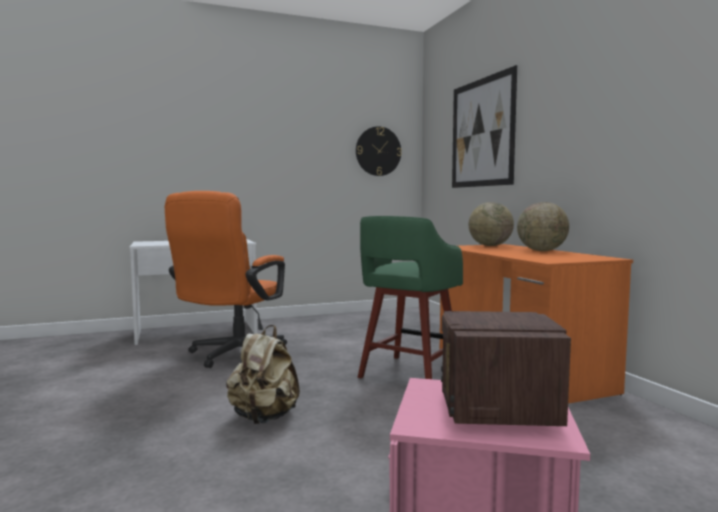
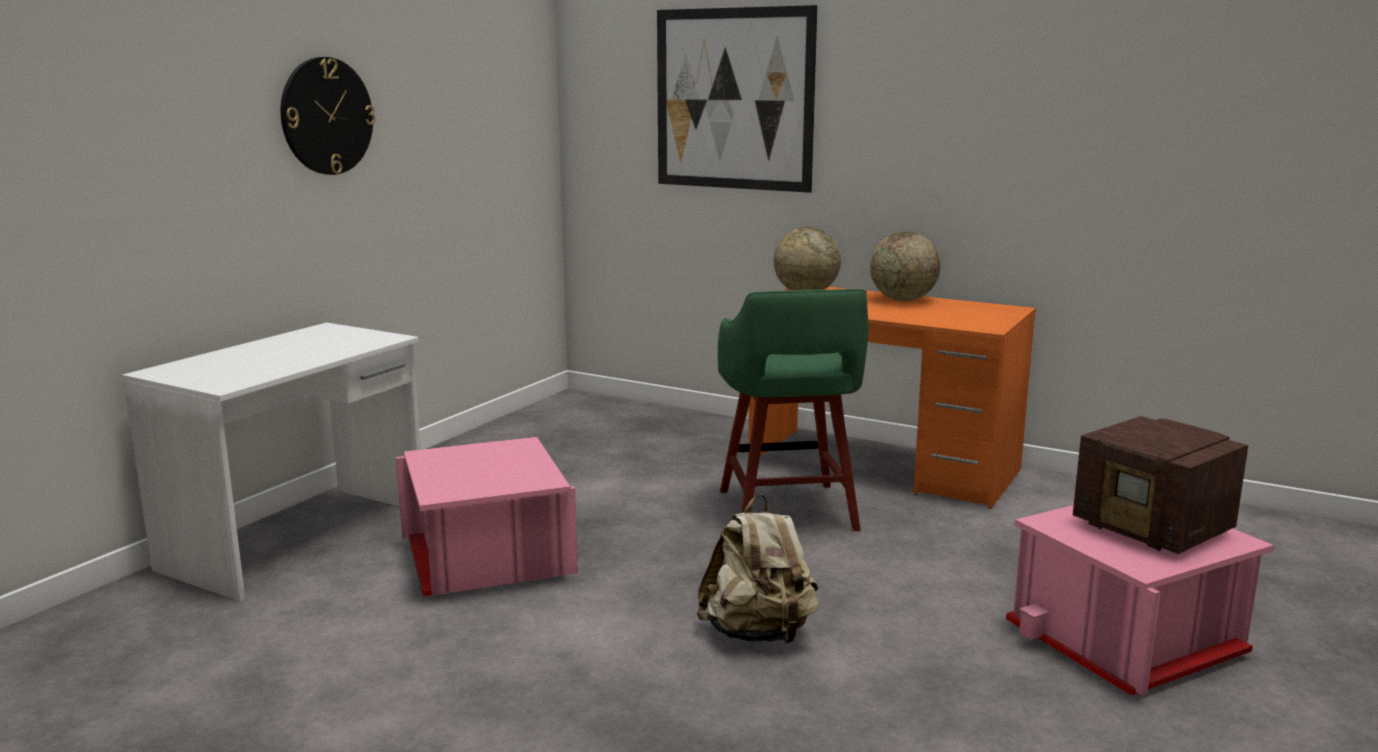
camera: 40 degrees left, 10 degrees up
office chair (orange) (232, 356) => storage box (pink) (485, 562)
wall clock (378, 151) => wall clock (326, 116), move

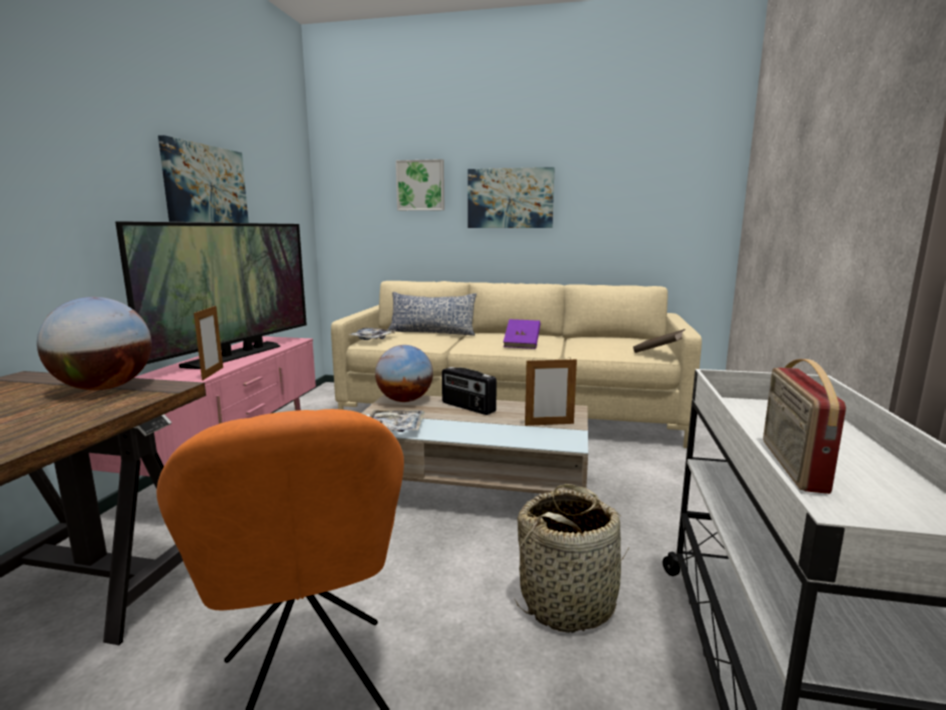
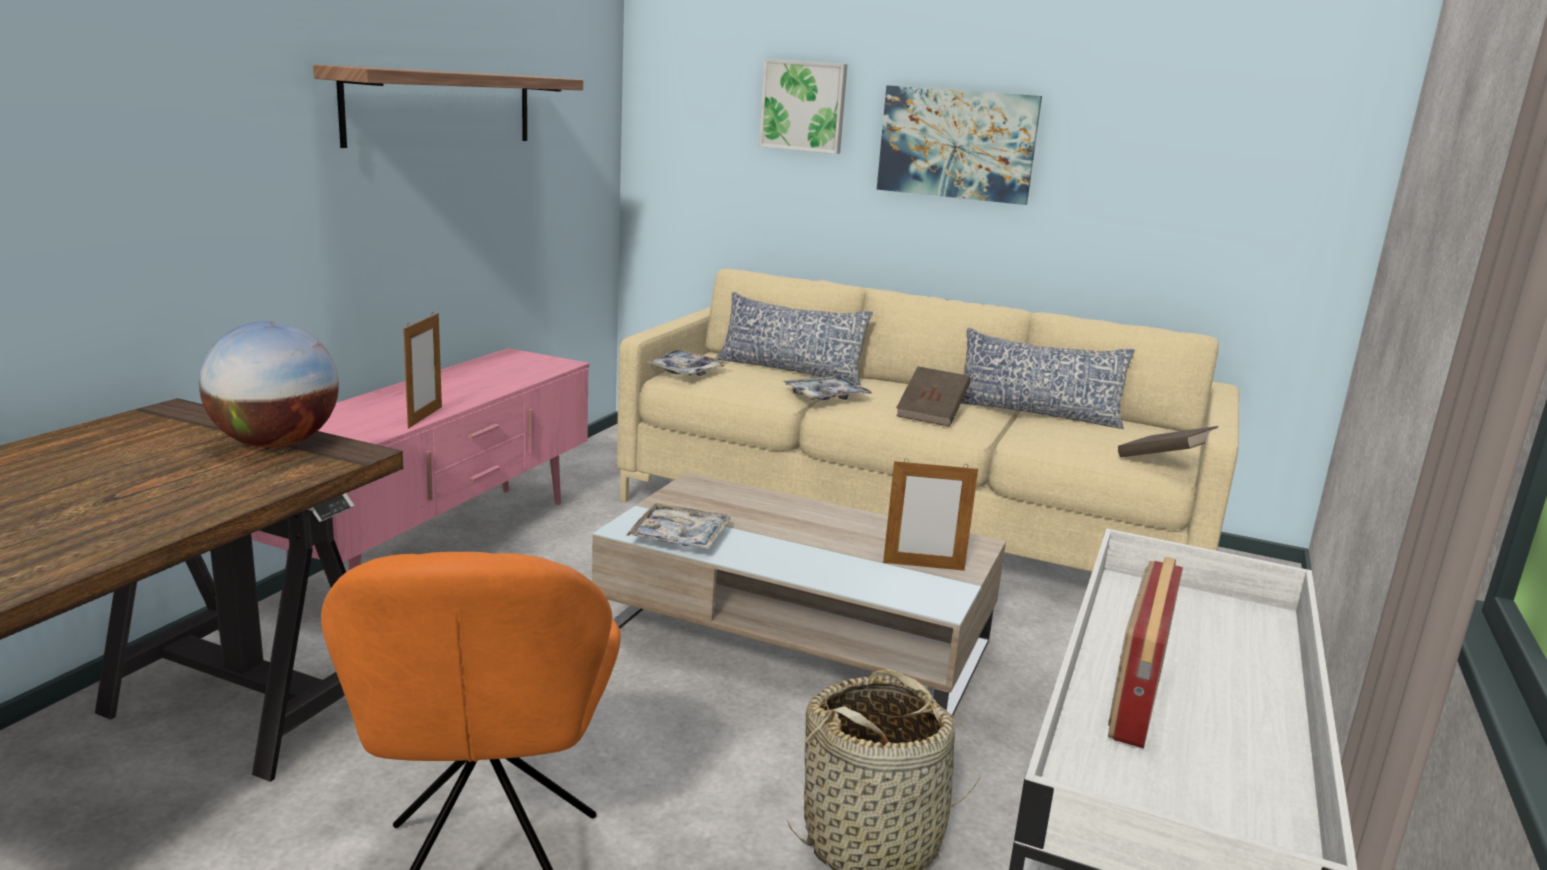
camera: 10 degrees right, 5 degrees up
television (235, 356) => nothing
picture (205, 184) => shelf (442, 107)
globe (405, 400) => nothing
radio (467, 407) => nothing
book (purple) (522, 344) => book (brown) (931, 414)
nothing => tray (826, 396)
nothing => pillow (1036, 412)

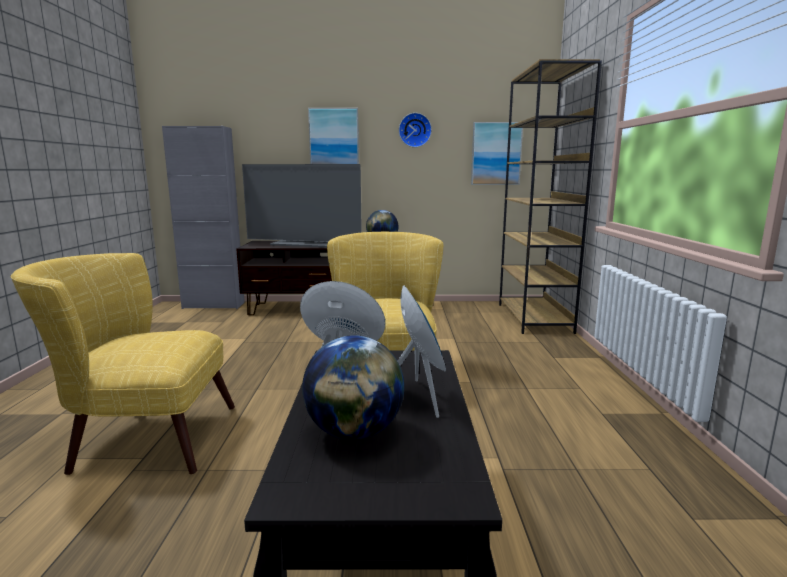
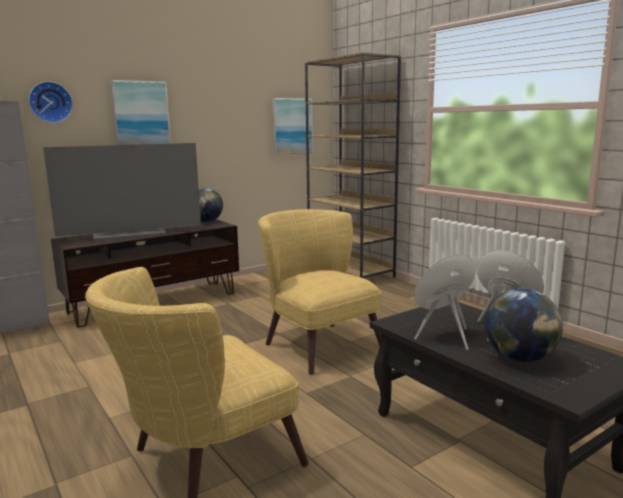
camera: 35 degrees left, 0 degrees up
wall clock (415, 130) => wall clock (50, 102), move

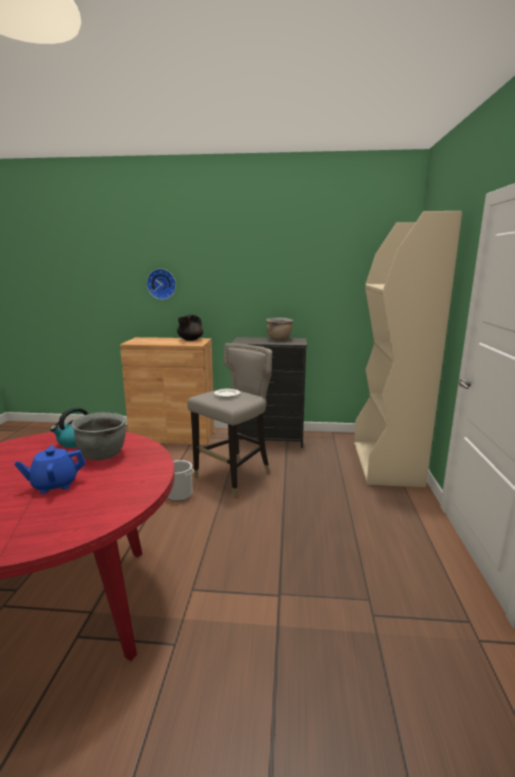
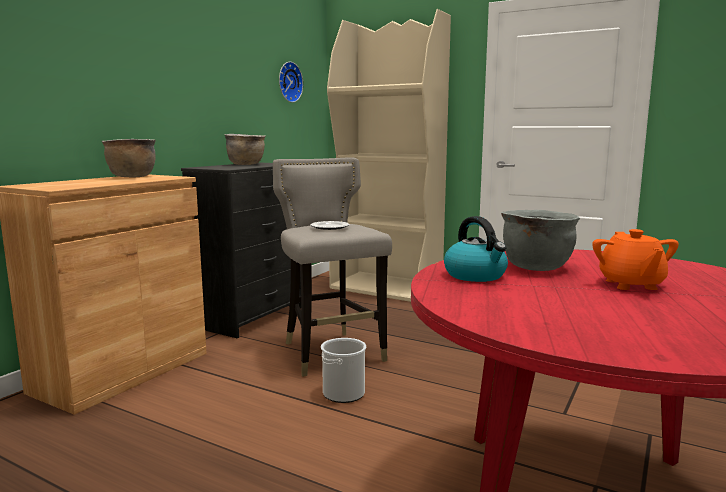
camera: 65 degrees left, 5 degrees down
teapot (blue) (54, 484) => teapot (orange) (631, 284)
wall clock (162, 284) => wall clock (288, 82), move
teapot (black) (190, 340) => cooking pot (brown) (131, 177)

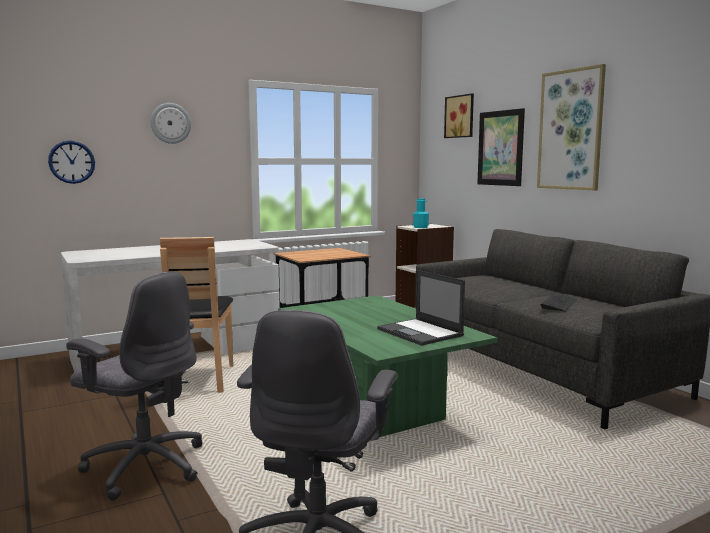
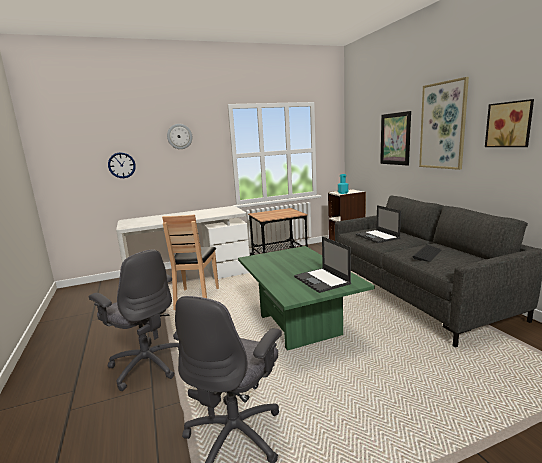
camera: 10 degrees right, 5 degrees up
picture (460, 116) => picture (509, 124), move
nothing => laptop (377, 237)

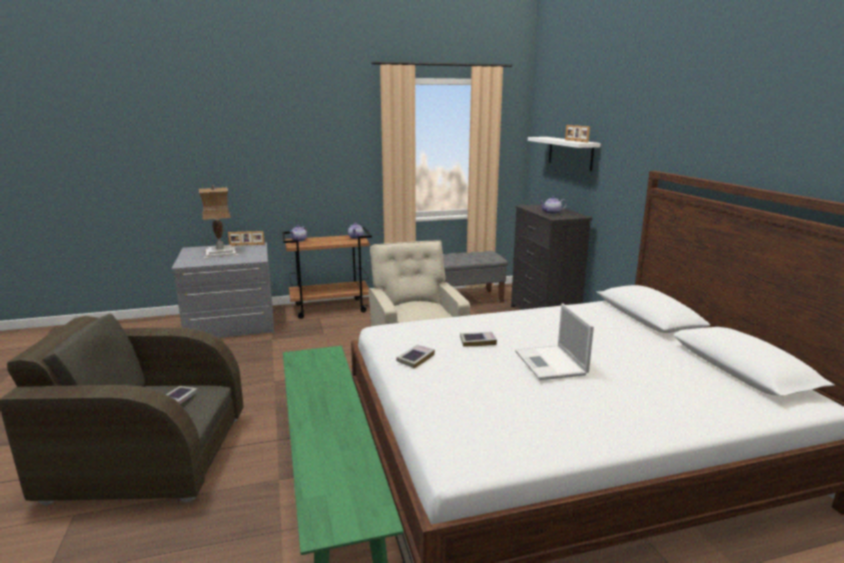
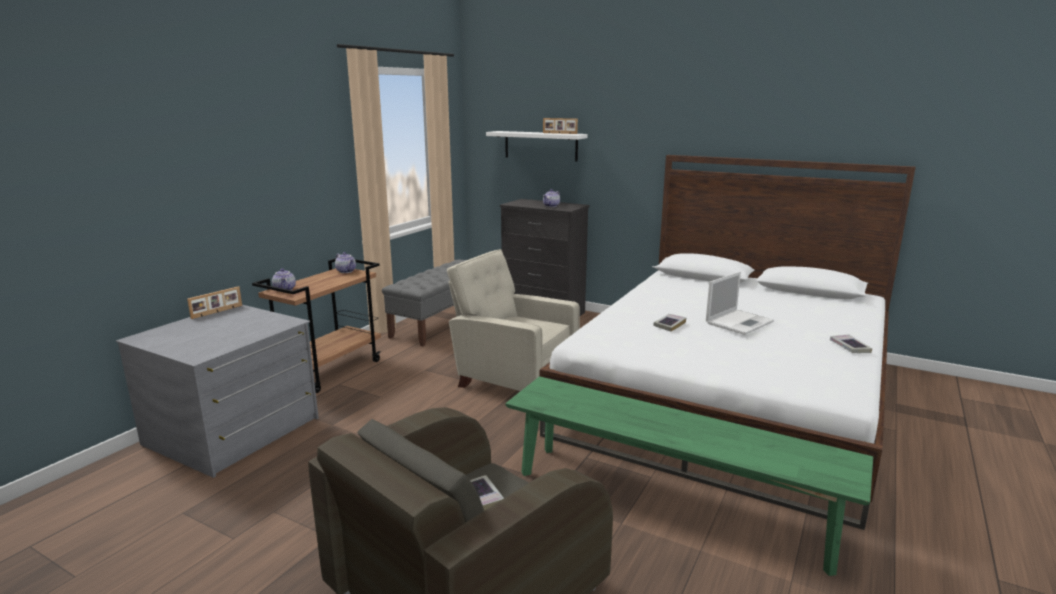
camera: 45 degrees left, 0 degrees up
table lamp (220, 252) => nothing
book (415, 359) => book (849, 347), move
laptop (551, 363) => laptop (739, 322), 75 degrees counterclockwise

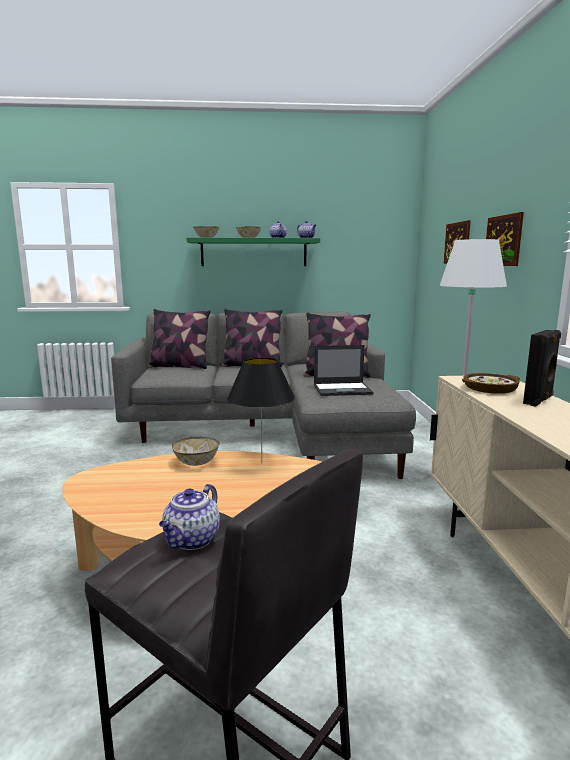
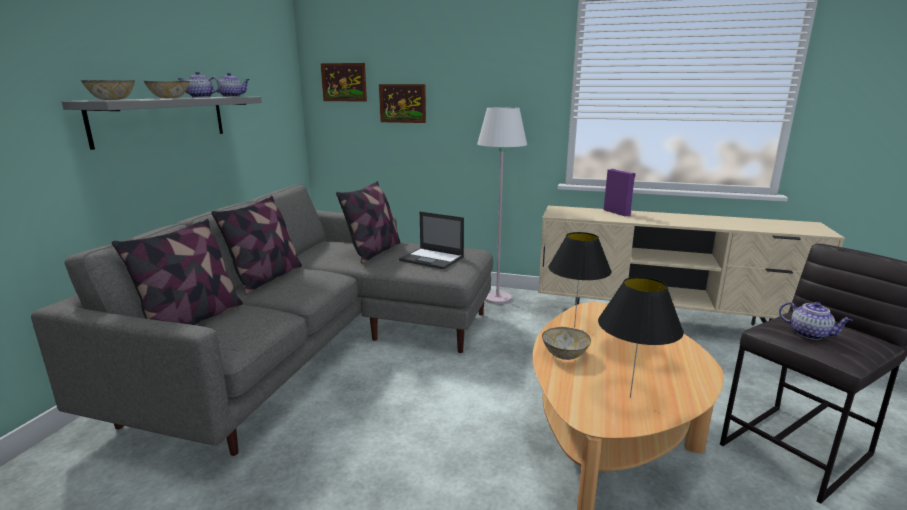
camera: 70 degrees left, 5 degrees up
shelf (green) (254, 252) => shelf (grey) (162, 119)
laptop (343, 389) => laptop (432, 259), 105 degrees clockwise
bowl (489, 388) => nothing
picture (503, 240) => picture (344, 82), move
speaker (black) (539, 400) => speaker (purple) (617, 213)
nothing => table lamp (black) (629, 397)

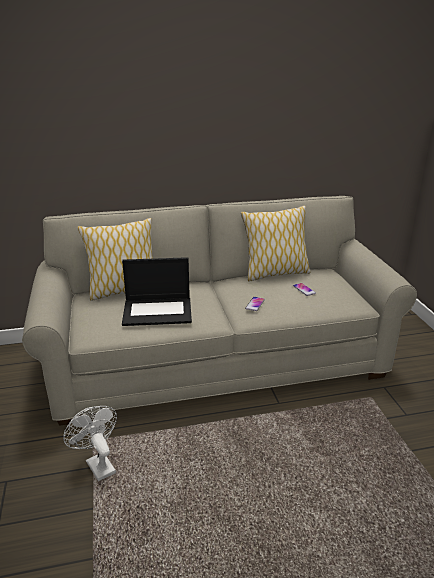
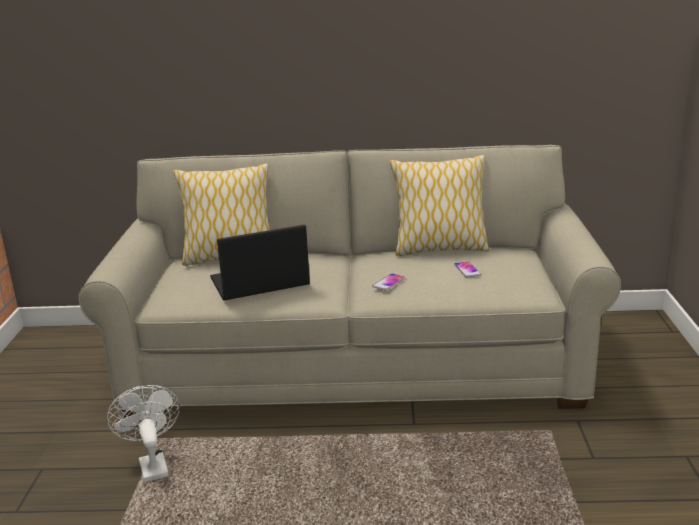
camera: 15 degrees right, 5 degrees down
laptop (158, 311) => laptop (259, 282), 150 degrees clockwise

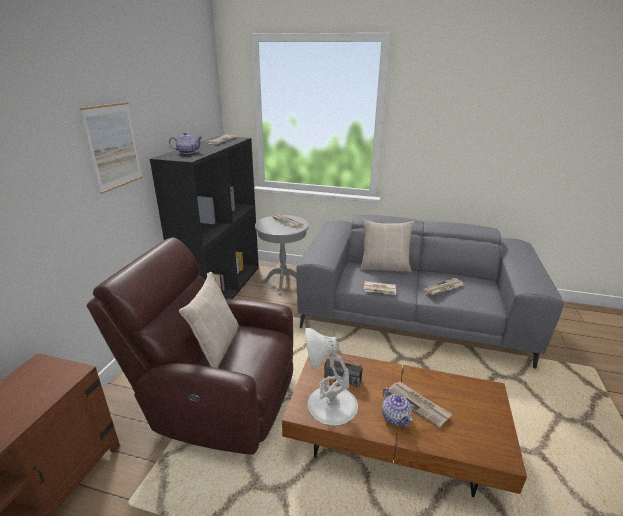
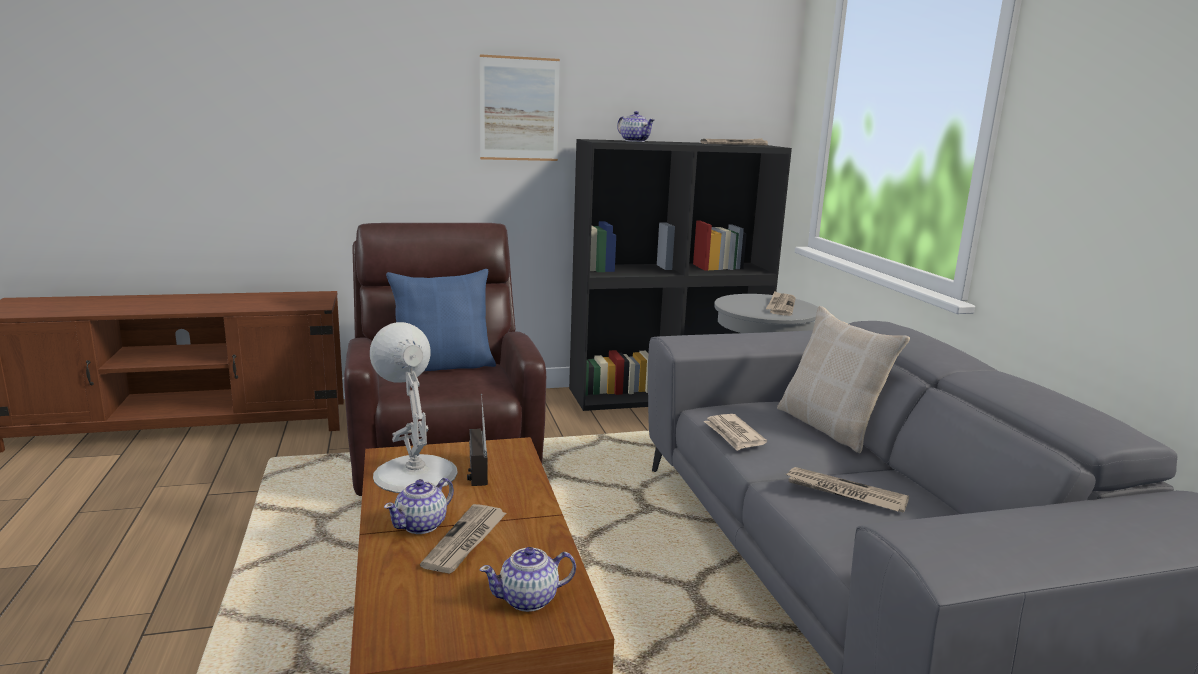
camera: 60 degrees right, 10 degrees down
pillow (beige) (216, 346) => pillow (blue) (443, 366)
nothing => teapot (529, 599)

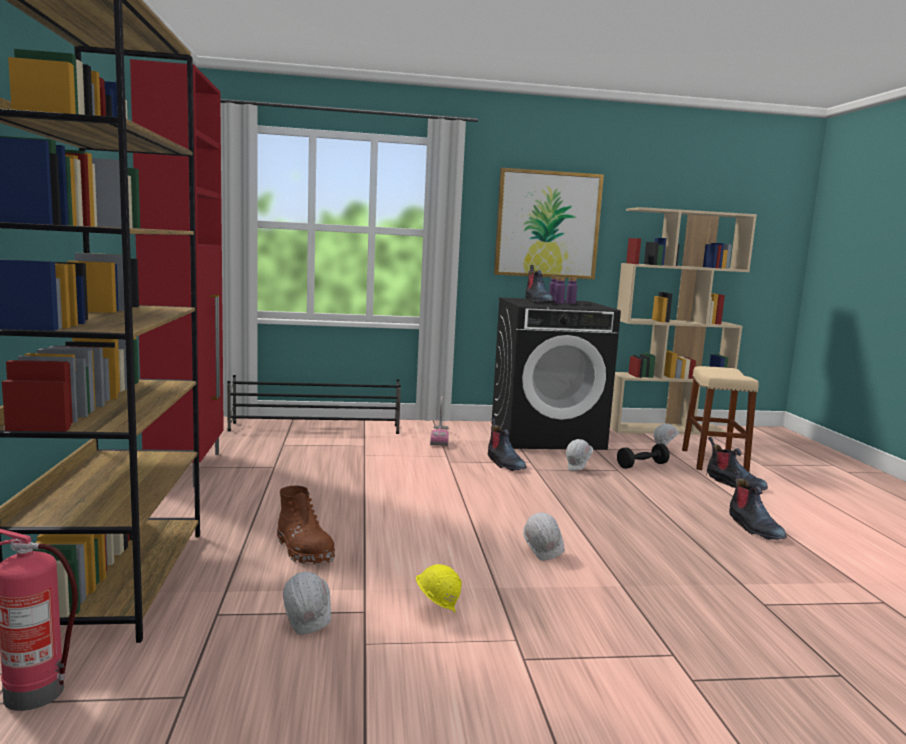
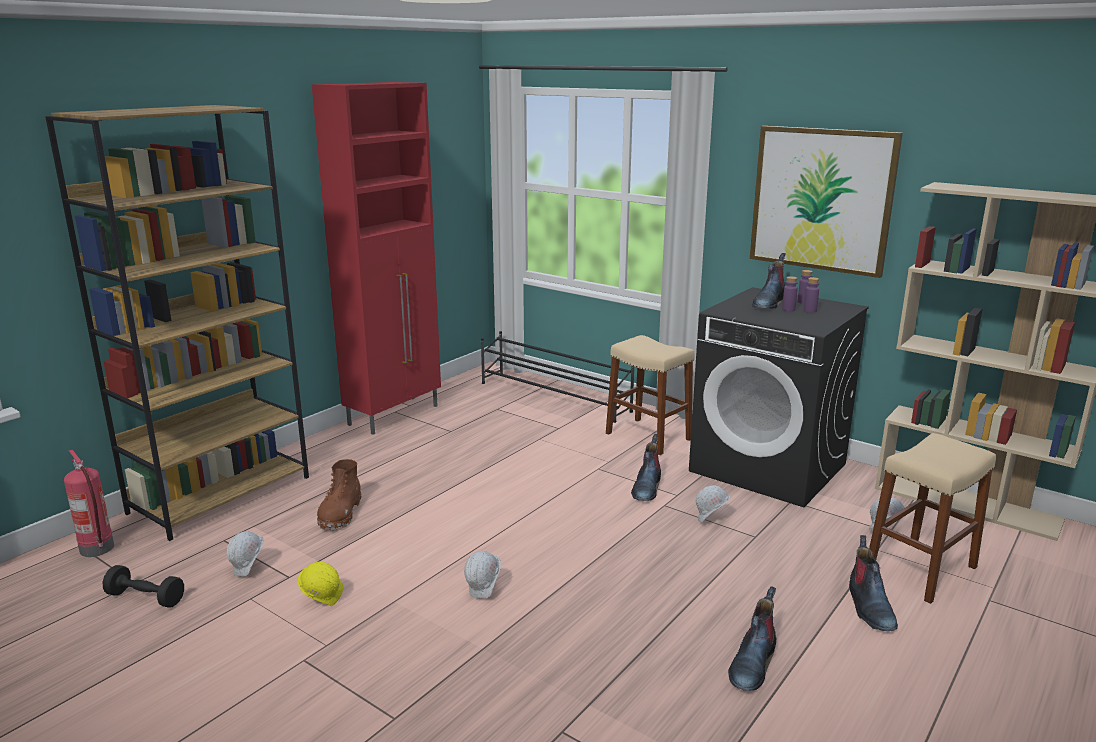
camera: 45 degrees right, 10 degrees up
vacuum cleaner (440, 436) => stool (beige) (648, 436)
dumbbell (black) (642, 465) => dumbbell (black) (146, 598), move

